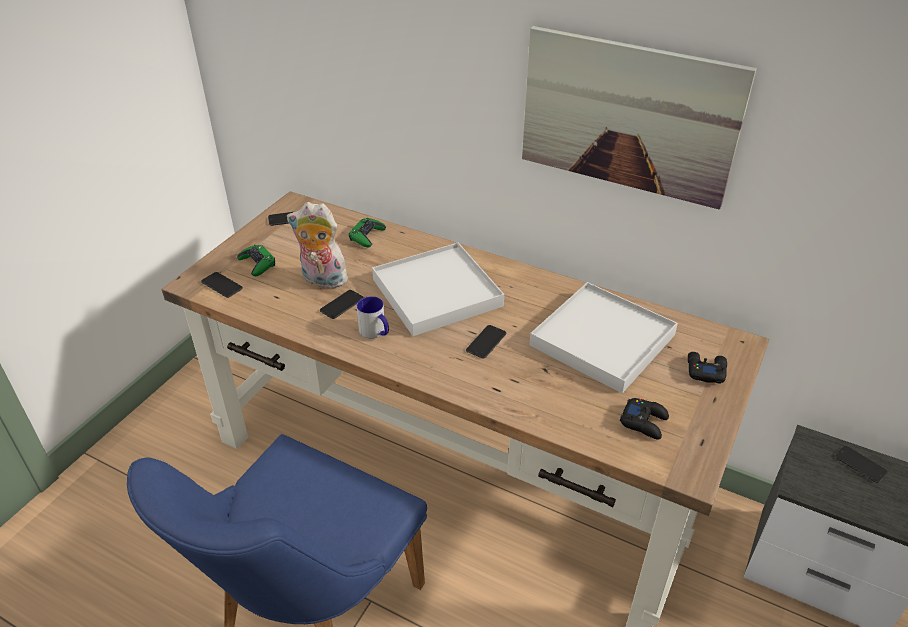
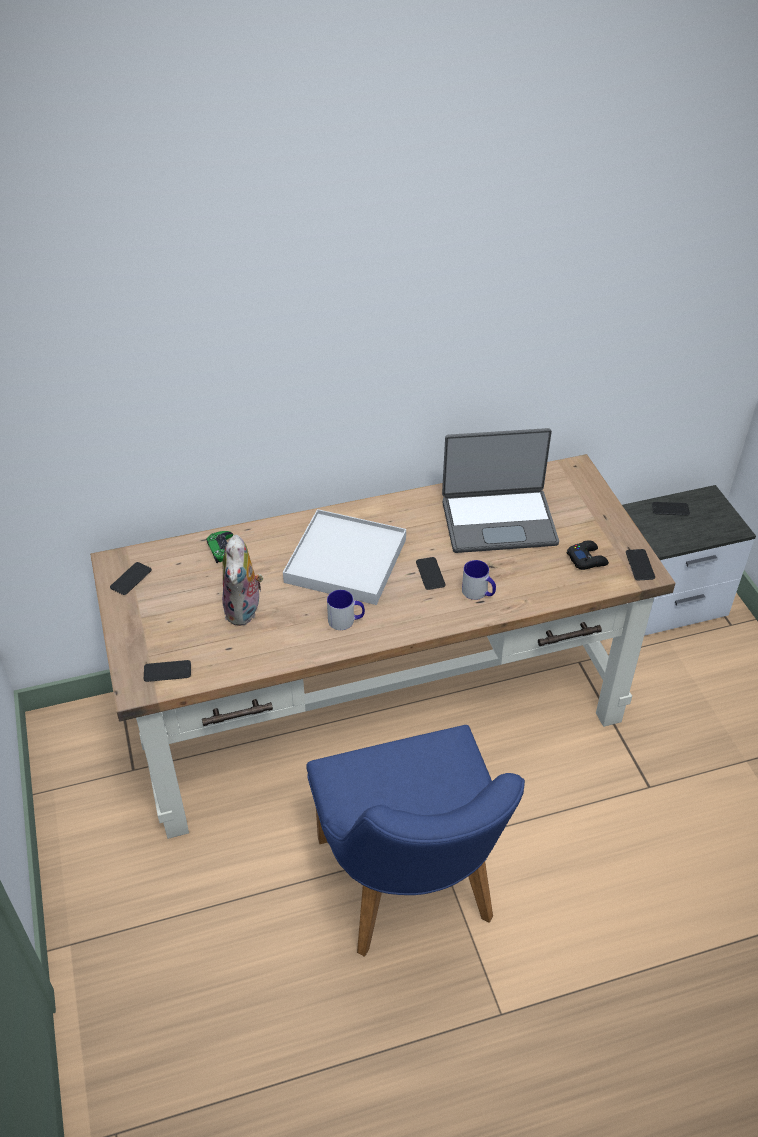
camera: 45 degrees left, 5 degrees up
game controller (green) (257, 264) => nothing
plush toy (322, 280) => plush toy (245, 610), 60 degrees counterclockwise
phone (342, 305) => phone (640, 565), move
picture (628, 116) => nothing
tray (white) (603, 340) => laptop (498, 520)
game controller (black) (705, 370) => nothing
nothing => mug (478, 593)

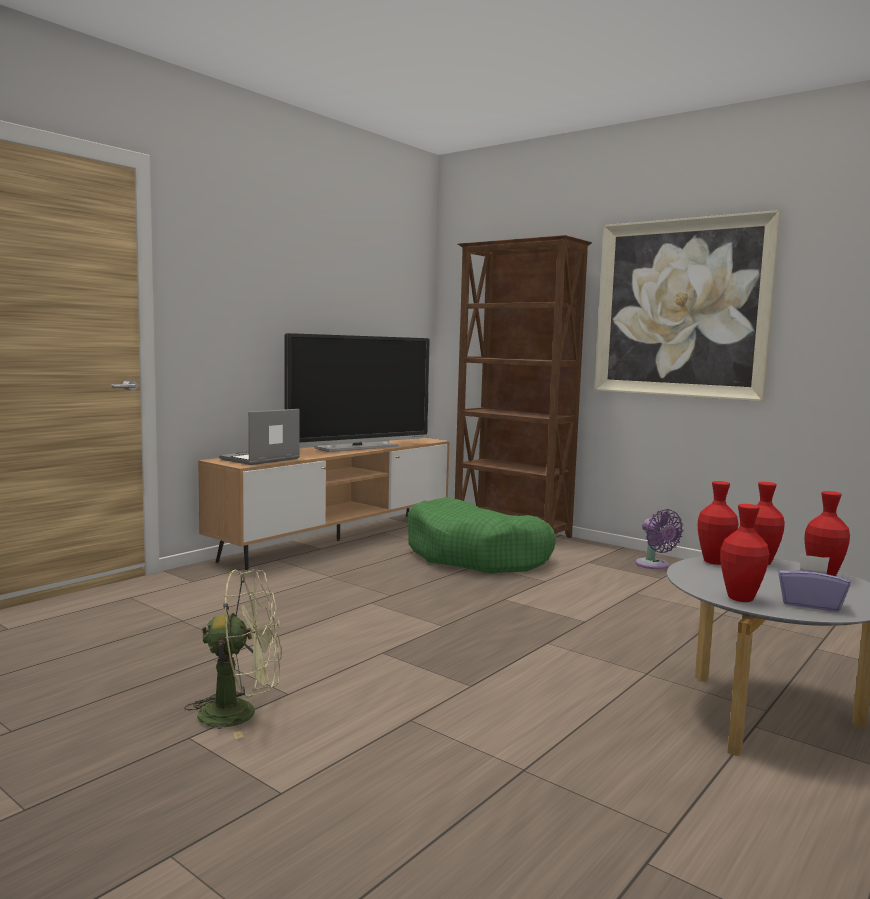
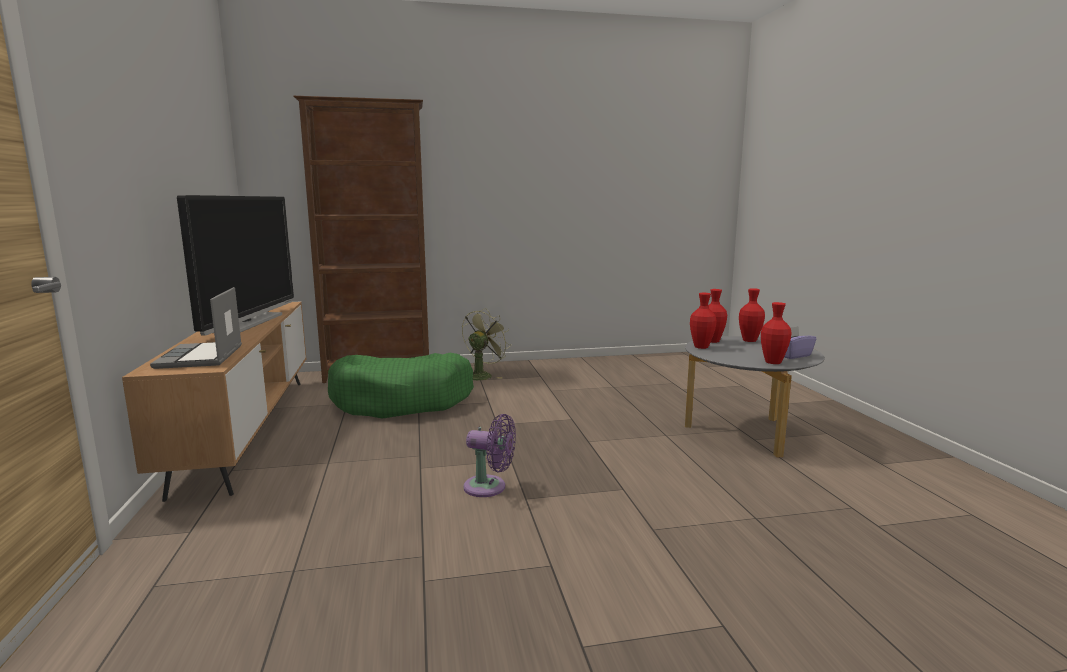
camera: 50 degrees left, 5 degrees up
fan (green) (241, 713) => fan (green) (482, 375), move
picture (681, 308) => nothing
fan (purple) (654, 565) => fan (purple) (489, 487), move

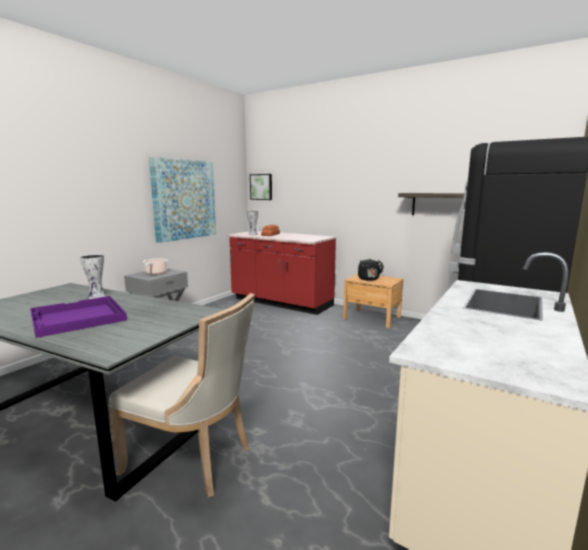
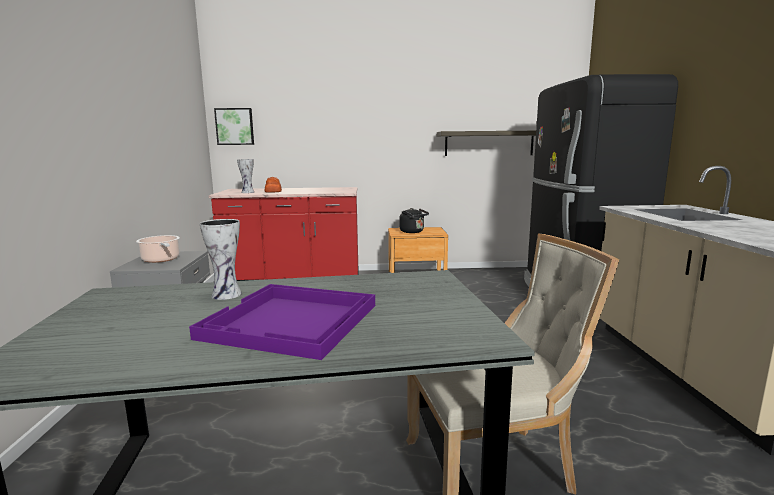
camera: 35 degrees left, 0 degrees up
picture (184, 199) => nothing

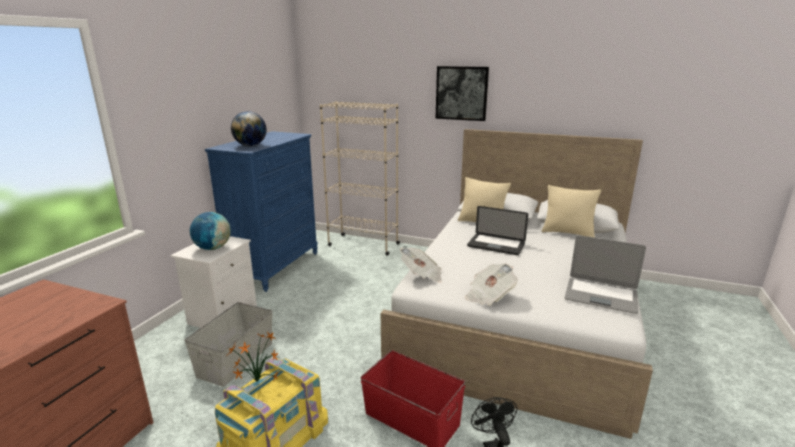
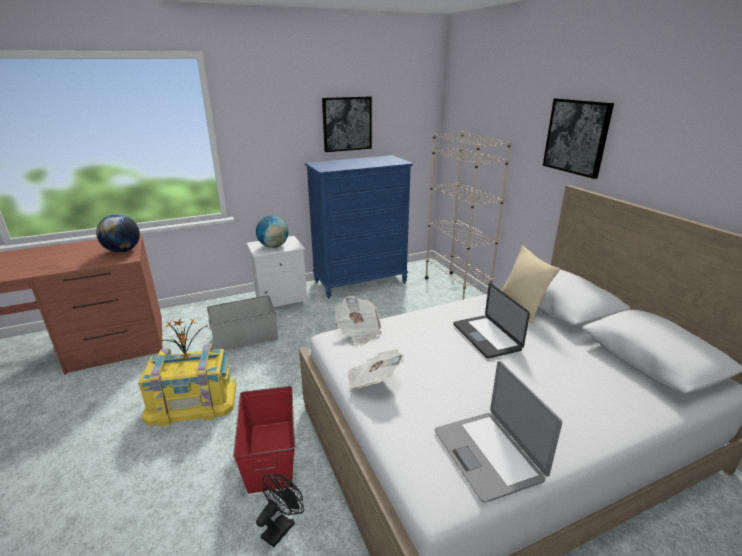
camera: 45 degrees right, 5 degrees up
globe (250, 145) => globe (123, 251), move
pillow (beige) (567, 233) => nothing
nothing => picture (347, 124)

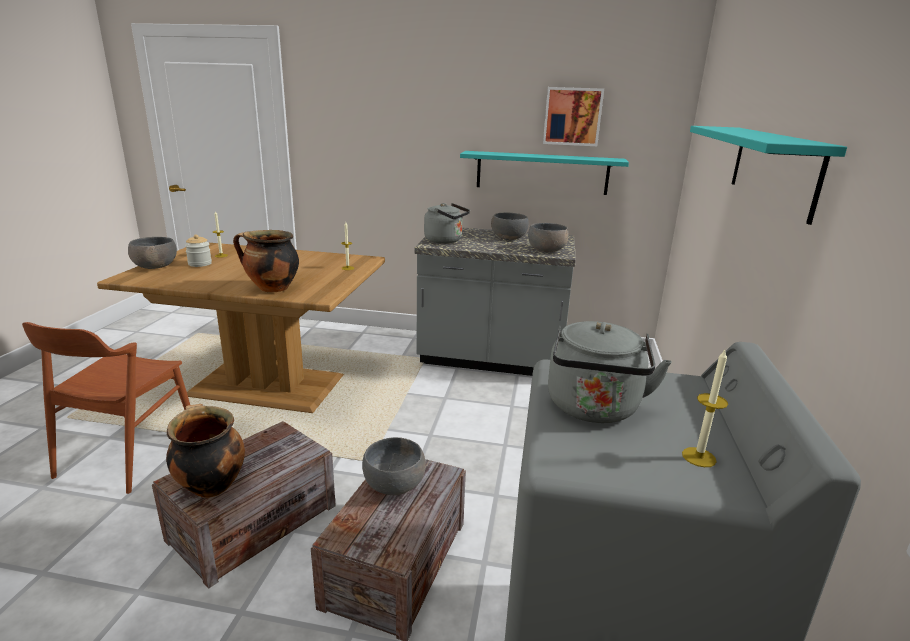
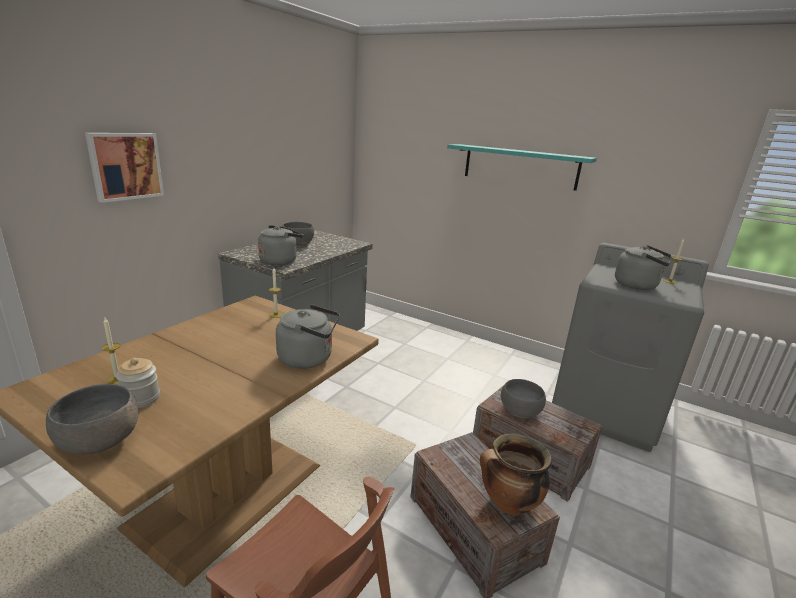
camera: 70 degrees left, 0 degrees up
cooking pot (272, 289) => kettle (grey) (309, 358)
shelf (turquoise) (542, 172) => nothing
bowl (grey) (546, 250) => nothing
picture (572, 116) => picture (125, 166), move

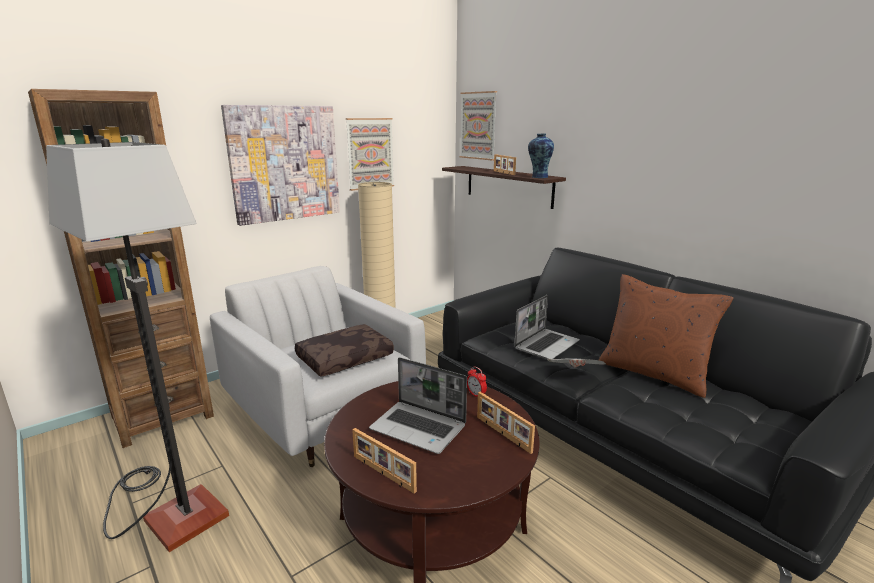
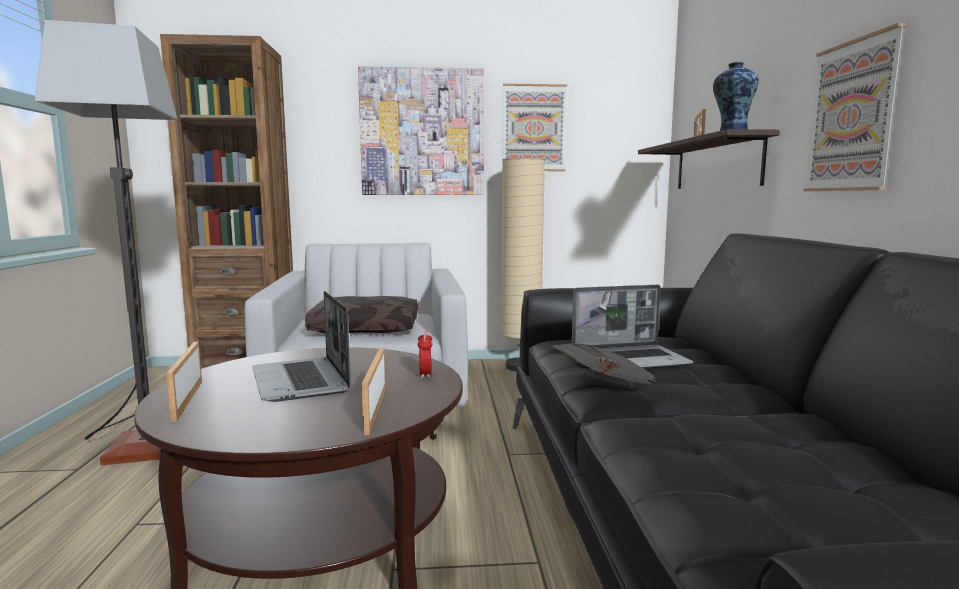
camera: 35 degrees right, 10 degrees down
picture (478, 126) => picture (852, 116), move
pillow (brown) (653, 373) => nothing

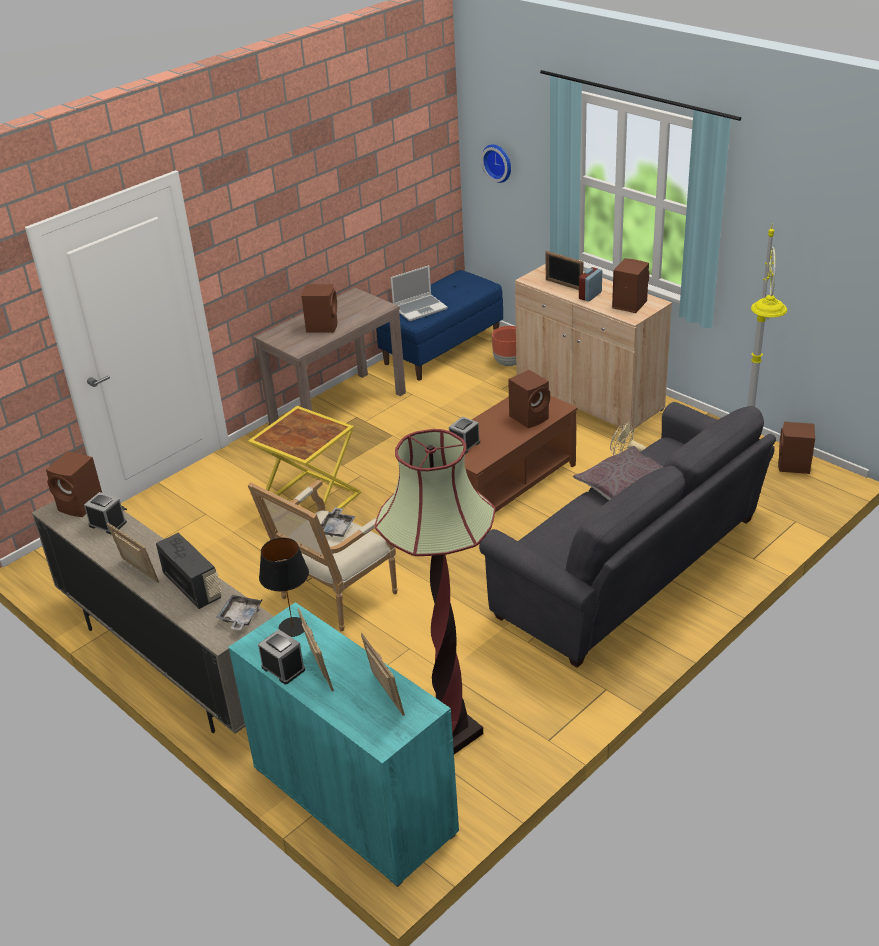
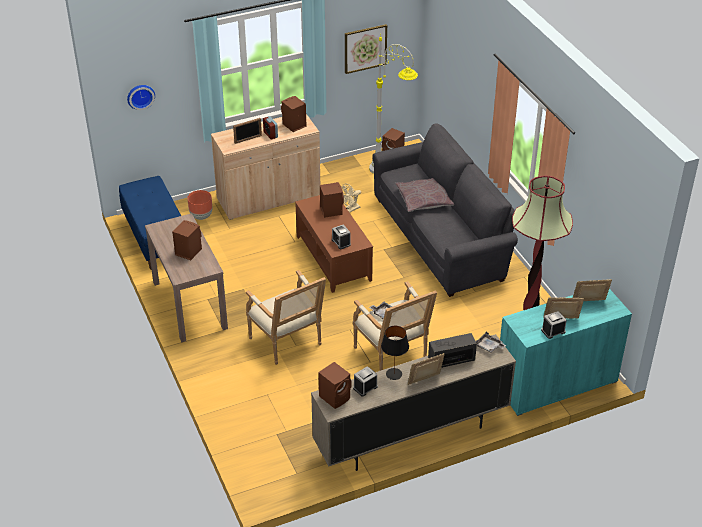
camera: 70 degrees left, 5 degrees up
side table (yellow) (308, 501) => armchair (288, 343)
table lamp (black) (293, 626) => table lamp (black) (393, 374), move
laptop (420, 308) => nothing
nothing => picture (365, 48)

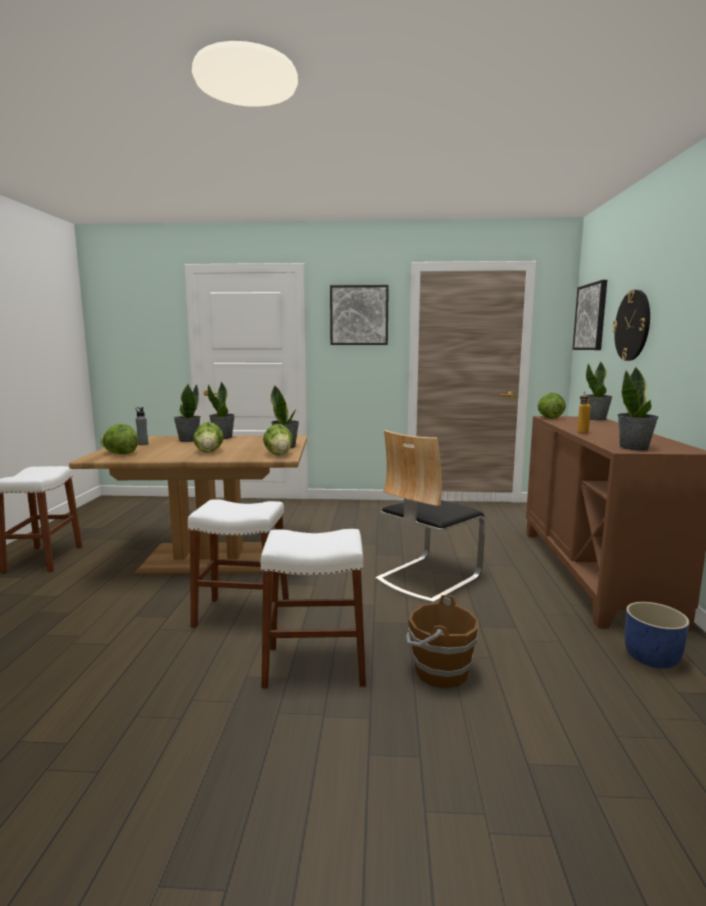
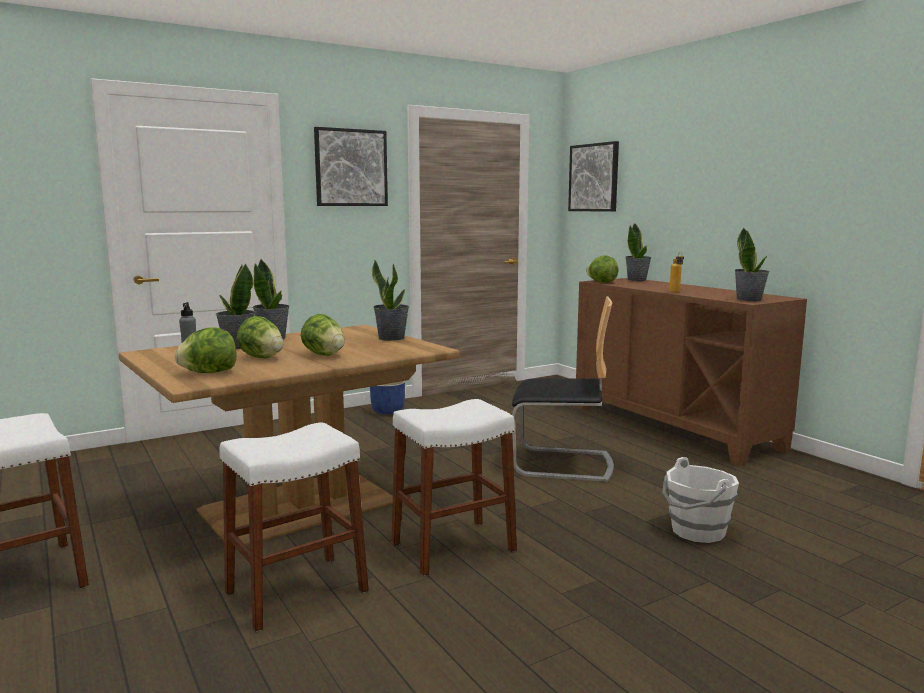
camera: 35 degrees left, 0 degrees up
stool (white) (315, 665) => stool (white) (296, 591), move
lettuce (279, 454) => lettuce (261, 358), move
chair (427, 578) => chair (562, 464), 90 degrees counterclockwise
bucket (brown) (439, 672) => bucket (white) (696, 531)
wall clock (632, 325) => nothing
planter (blue) (652, 657) => planter (blue) (388, 411), move

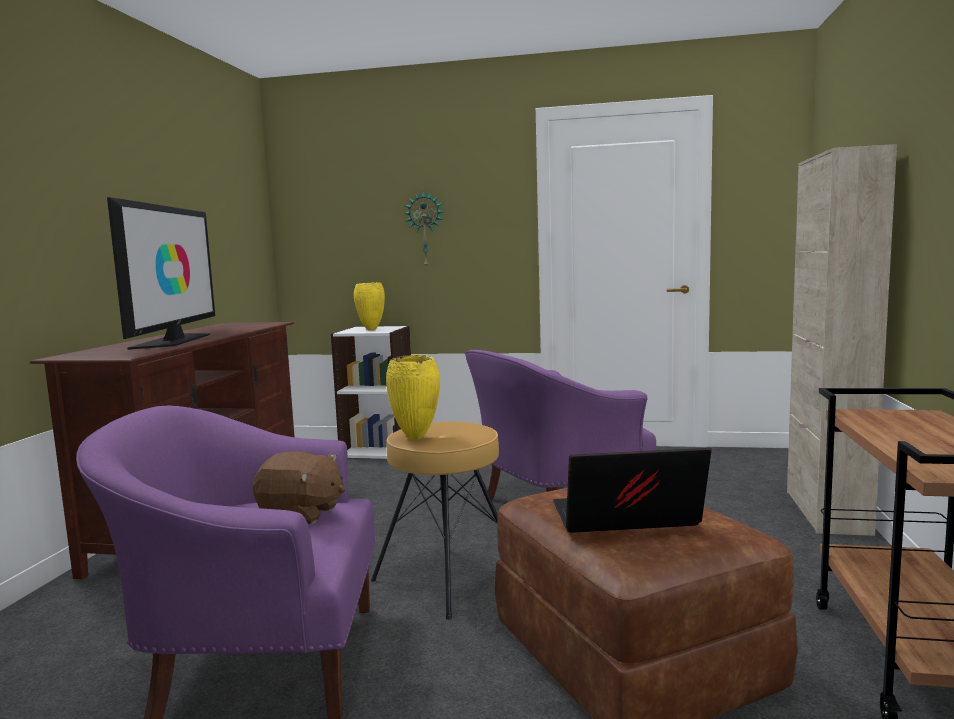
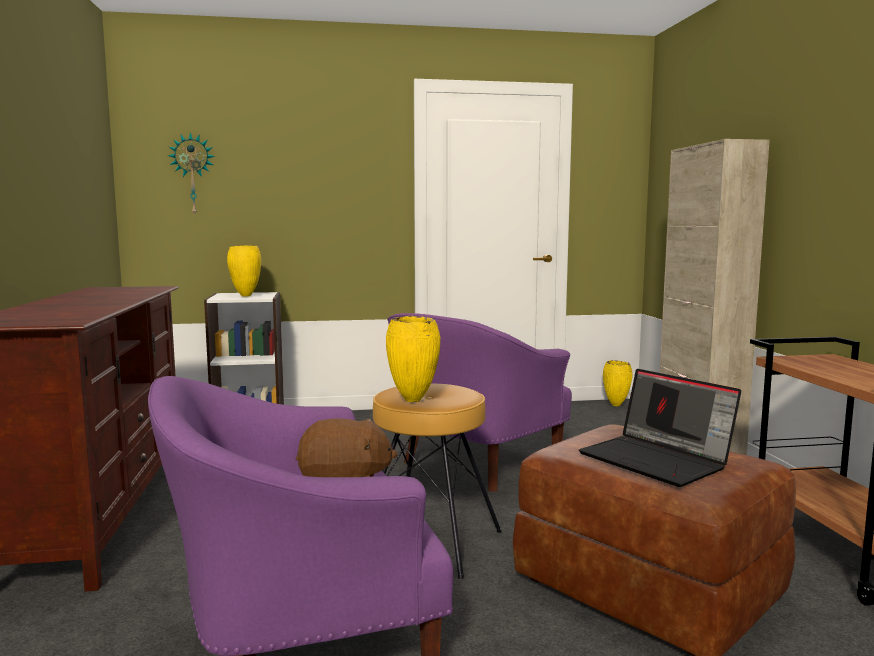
camera: 20 degrees left, 0 degrees up
television (174, 340) => nothing
wall clock (425, 230) => wall clock (193, 174), move
laptop (624, 520) => laptop (657, 460), 105 degrees counterclockwise
nothing => vase (yellow) (616, 405)

